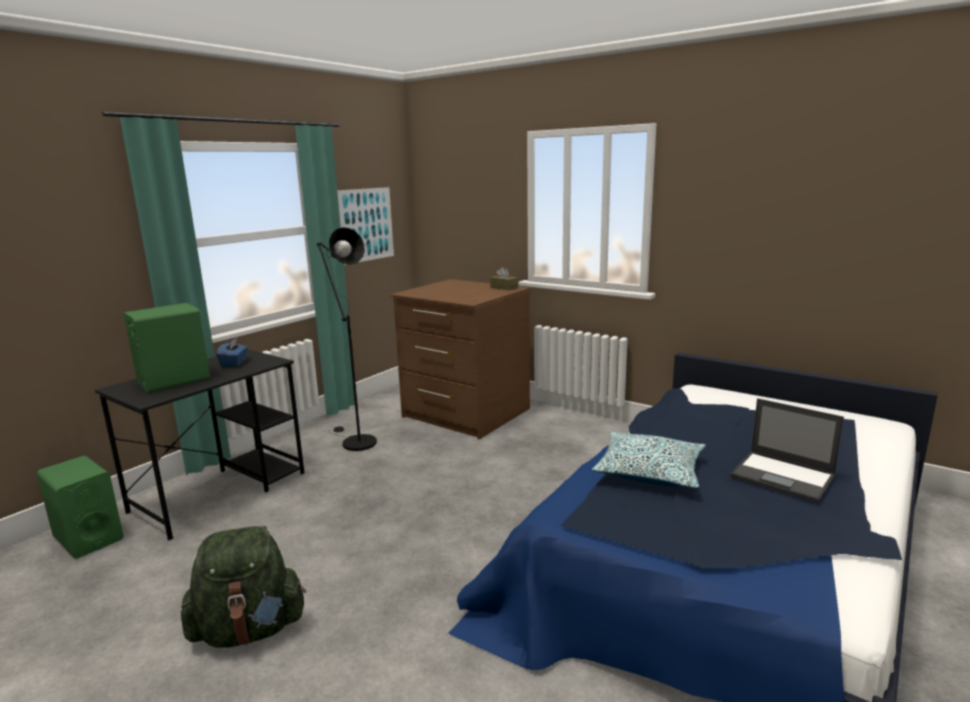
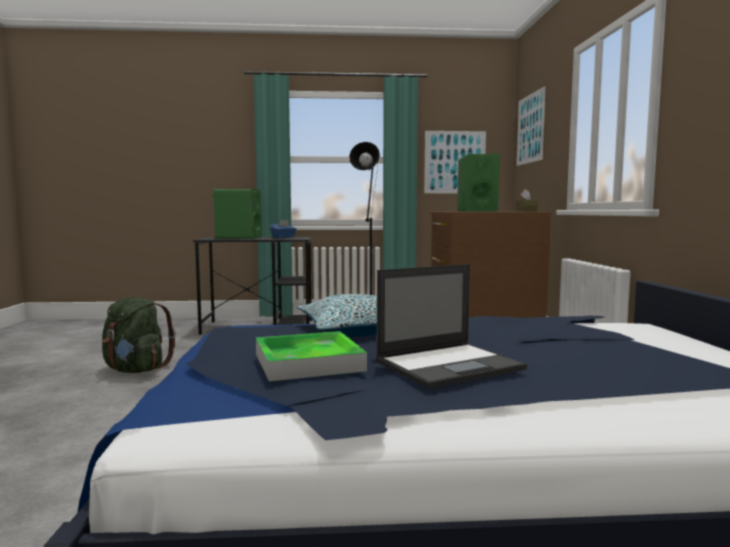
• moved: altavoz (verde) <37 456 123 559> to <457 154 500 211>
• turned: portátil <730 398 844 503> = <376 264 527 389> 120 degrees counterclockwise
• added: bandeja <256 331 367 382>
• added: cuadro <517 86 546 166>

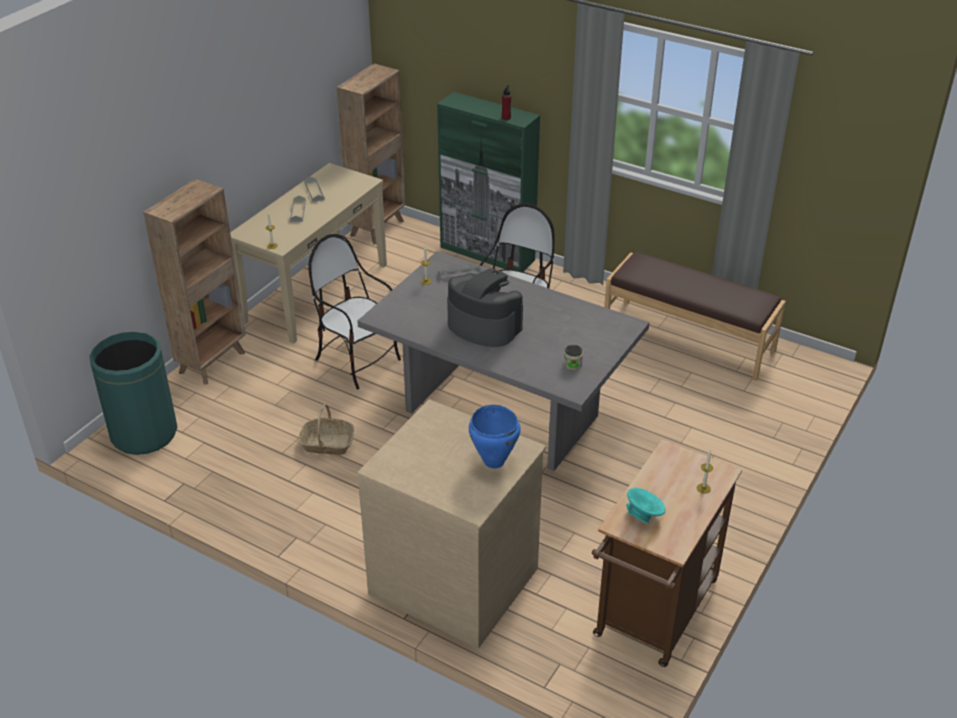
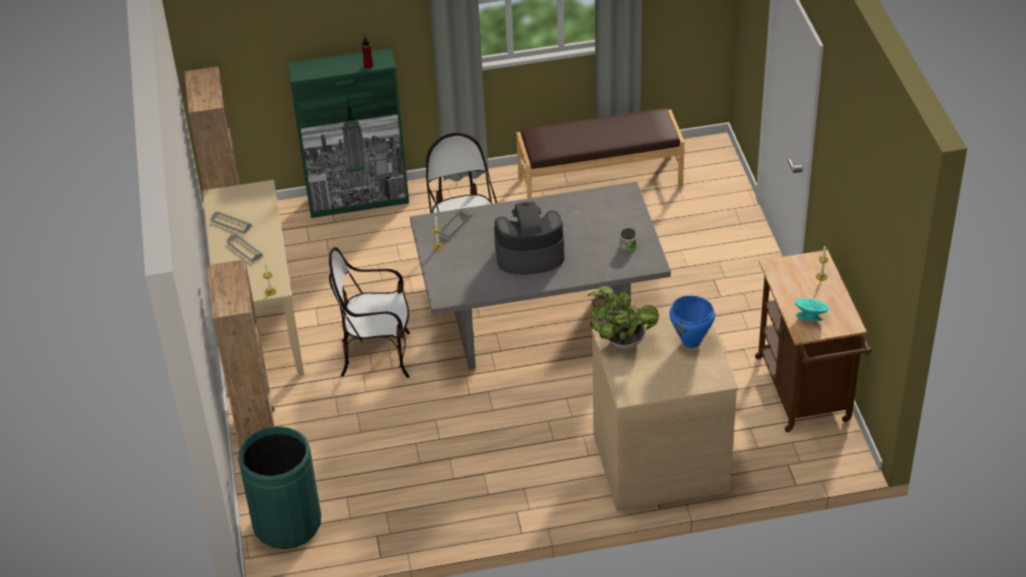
• removed: cesta <298 404 354 455>
• added: planta en maceta <586 286 659 350>

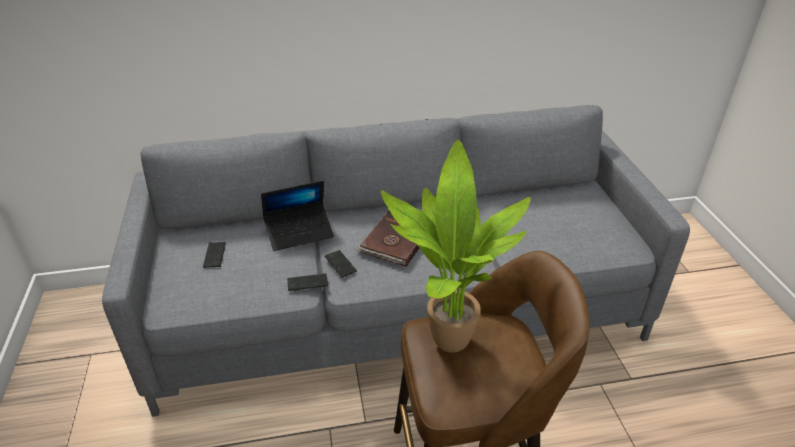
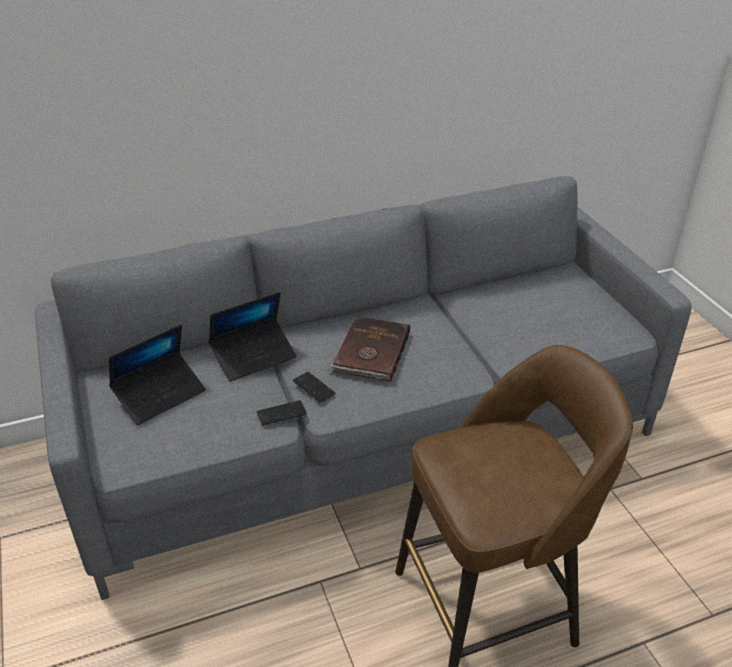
• replaced: móvil <203 242 226 268> to portátil <109 324 206 425>
• removed: planta en maceta <381 140 531 353>

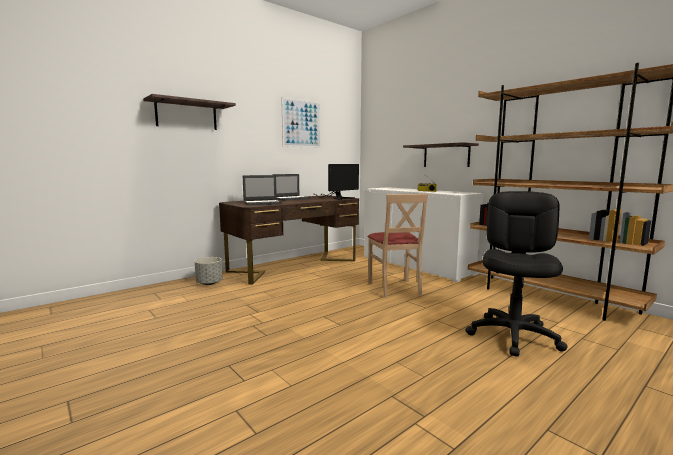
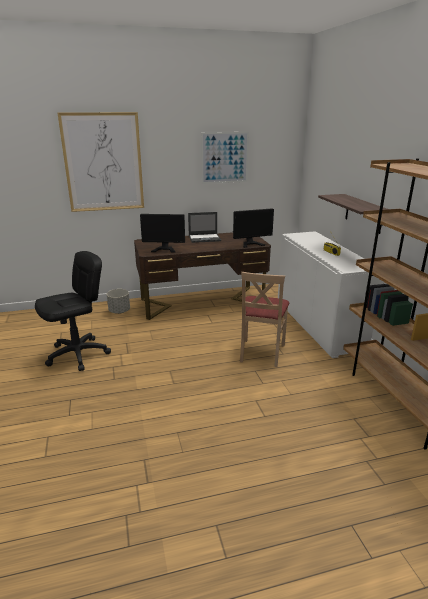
• replaced: estante <143 94 236 130> to cuadro <58 112 144 212>
• replaced: portátil <242 175 283 205> to monitor <140 214 185 253>
• moved: silla de oficina (negro) <465 191 568 357> to <35 251 111 371>

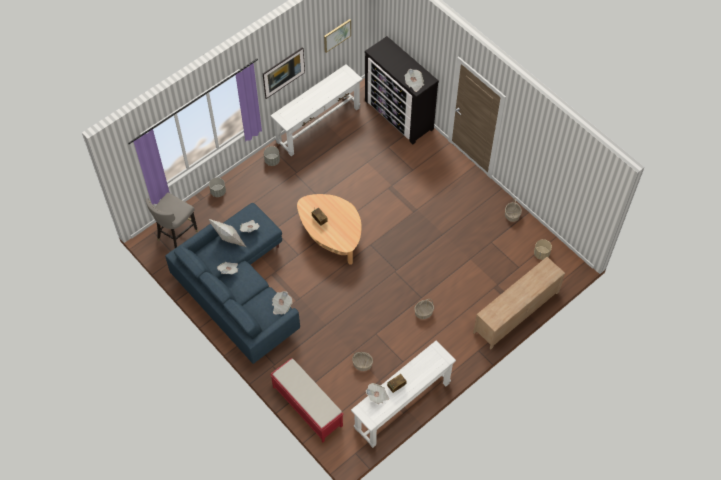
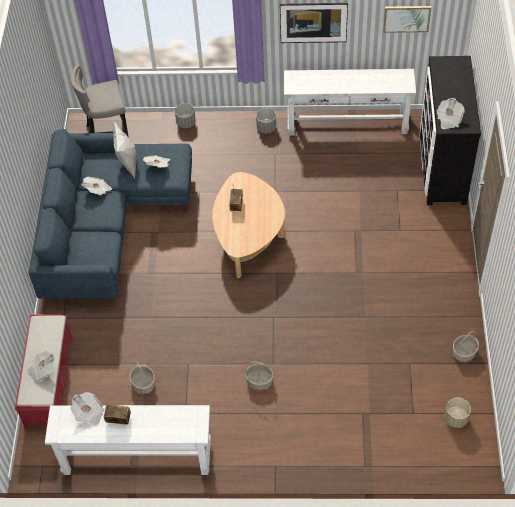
• moved: periódico <272 291 293 314> to <27 351 55 382>
• removed: mueble de televisión (beis) <473 257 565 350>

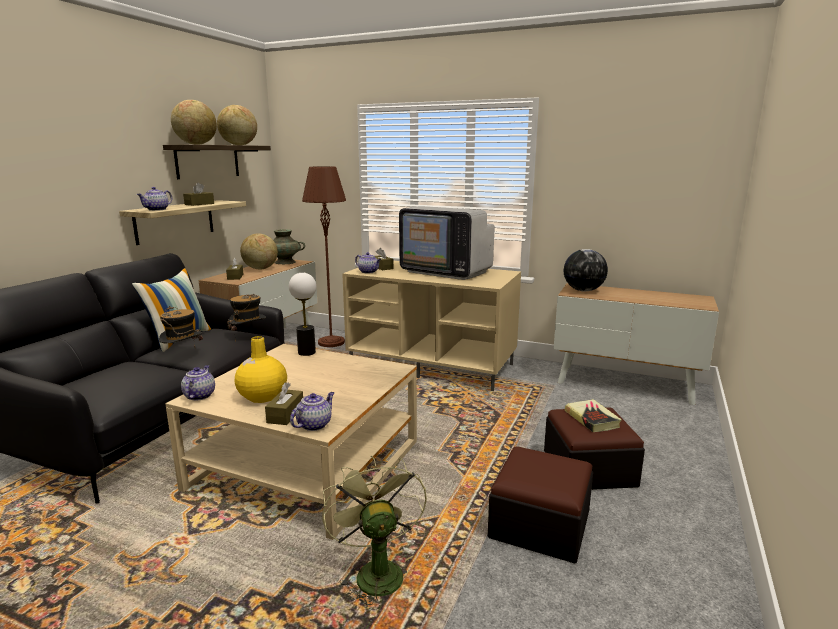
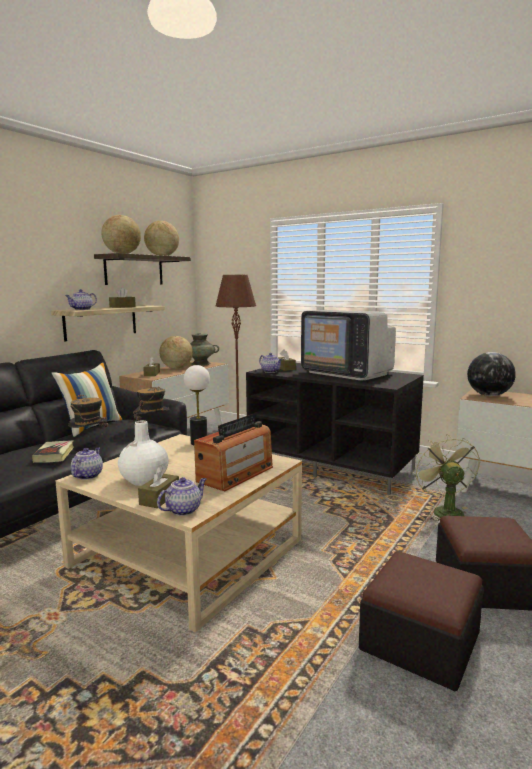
• recoloured: florero (amarillo) <235 336 287 403> to florero (blanco) <118 420 169 486>
• moved: ventilador (verde) <322 455 427 610> to <413 434 480 521>
• recoloured: mueble de televisión (beis) <342 261 521 391> to mueble de televisión (negro) <246 363 424 495>
• moved: libro <565 399 622 432> to <32 440 74 463>
• added: radio <194 414 273 491>

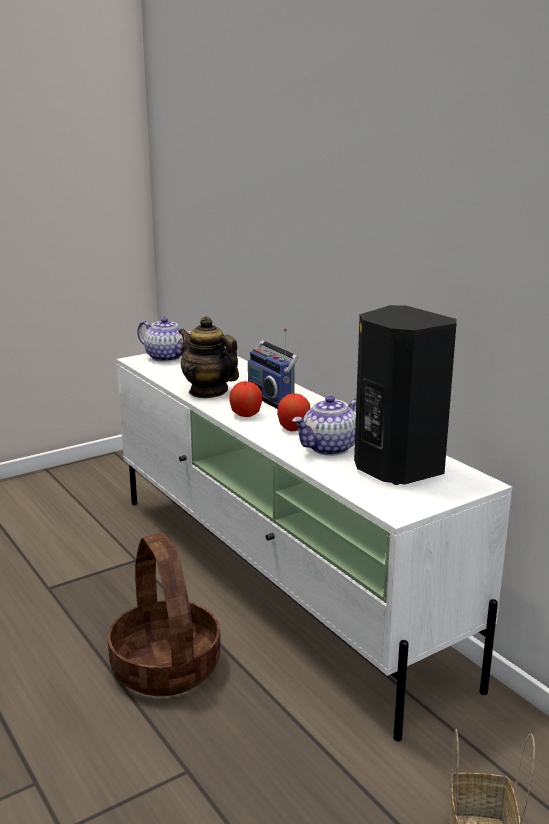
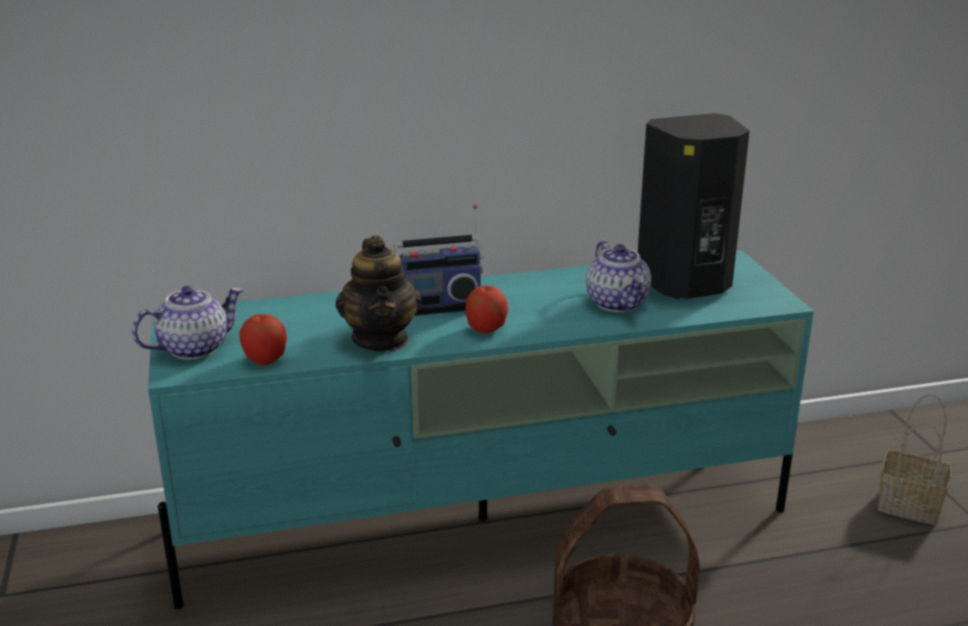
• recoloured: mueble de televisión (blanco) <117 353 512 741> to mueble de televisión (turquesa) <148 250 814 609>
• turned: tetera <179 316 239 398> = <335 235 421 352> 75 degrees counterclockwise
• moved: manzana <277 393 311 431> to <239 314 287 365>

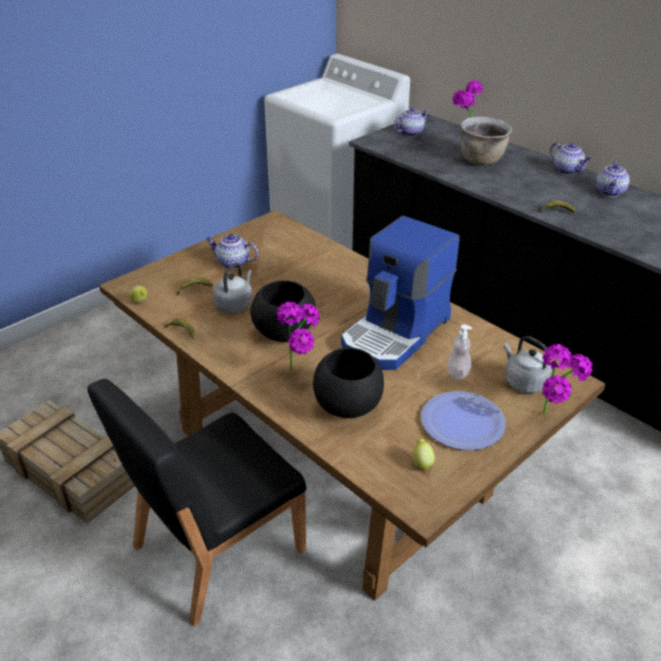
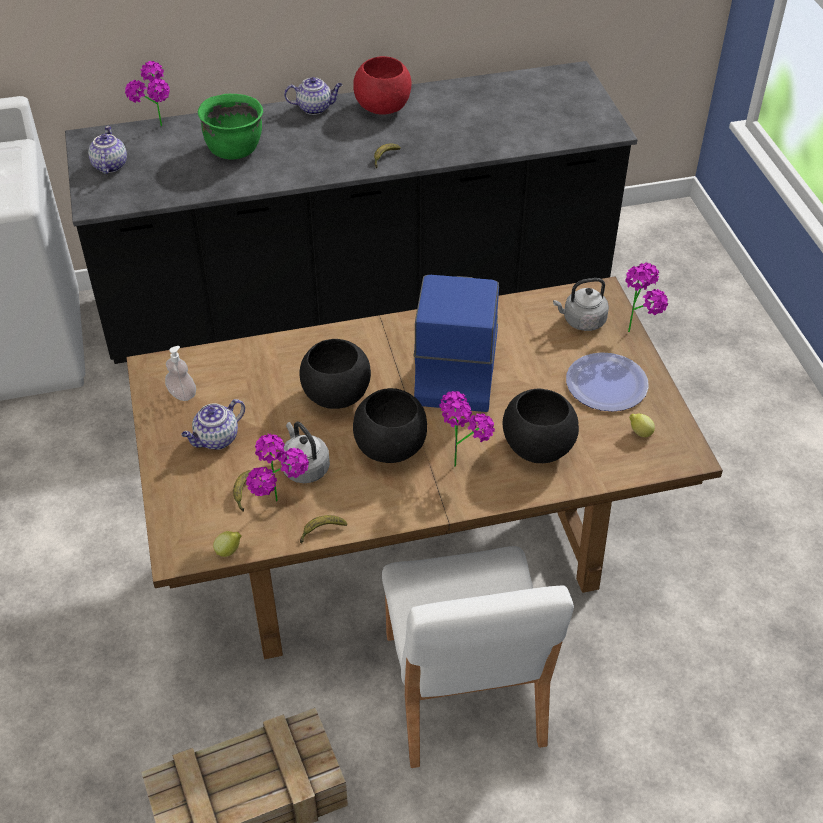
• recoloured: silla (negro) <87 379 306 627> to silla (blanco) <382 546 574 768>
• turned: cafetera <341 216 460 370> = <414 275 499 412> 150 degrees counterclockwise
• moved: dispensador de jabón <448 324 472 380> to <165 346 196 401>
• recoloured: olla (marrón) <461 117 512 166> to olla (verde) <198 94 263 160>
• replaced: tetera <596 161 629 197> to cuenco (rojo) <353 56 412 115>
• added: planta en maceta <246 434 309 502>
• added: cuenco (negro) <300 339 371 409>

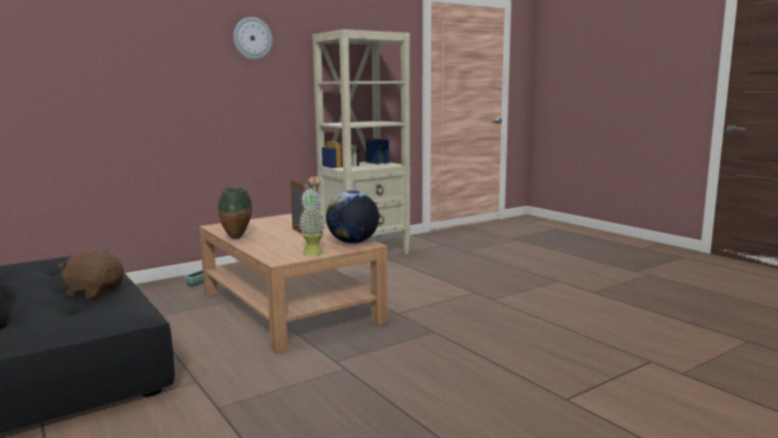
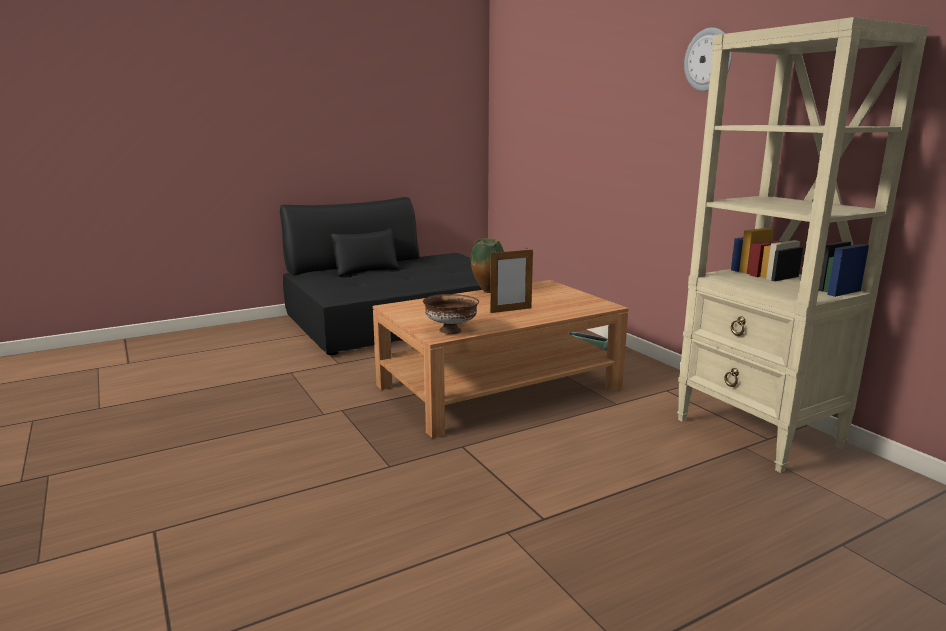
• removed: peluche (marrón) <58 252 124 299>
• removed: planta en maceta <299 177 326 255>
• replaced: globo terráqueo <326 190 379 244> to cuenco (marrón) <423 294 479 334>

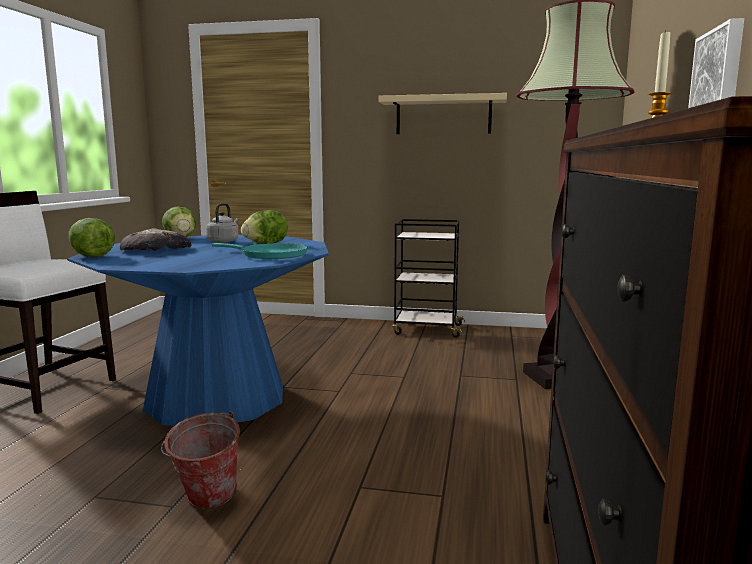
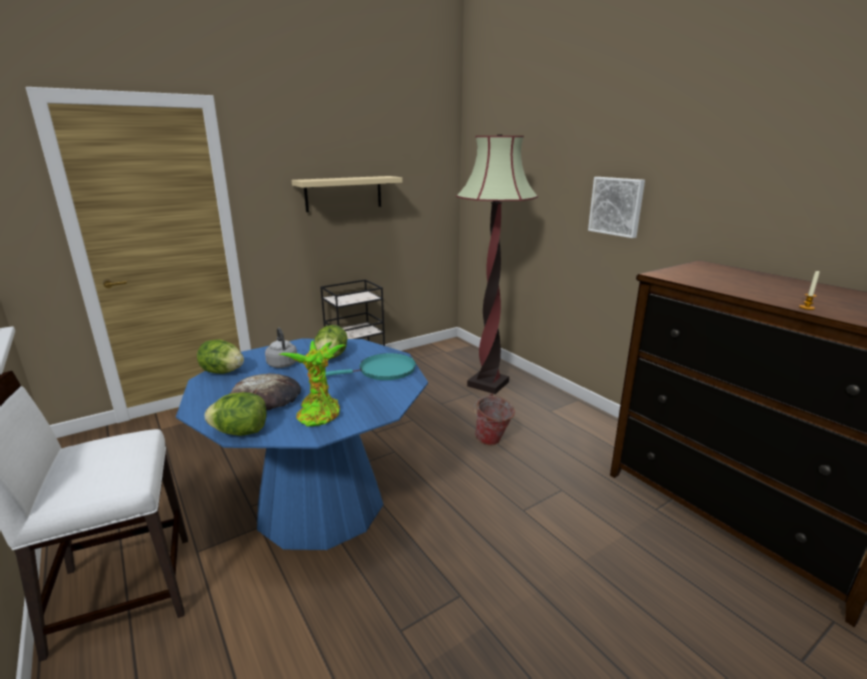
• moved: cubo <161 411 240 509> to <474 393 515 445>
• added: planta en maceta <278 340 347 426>

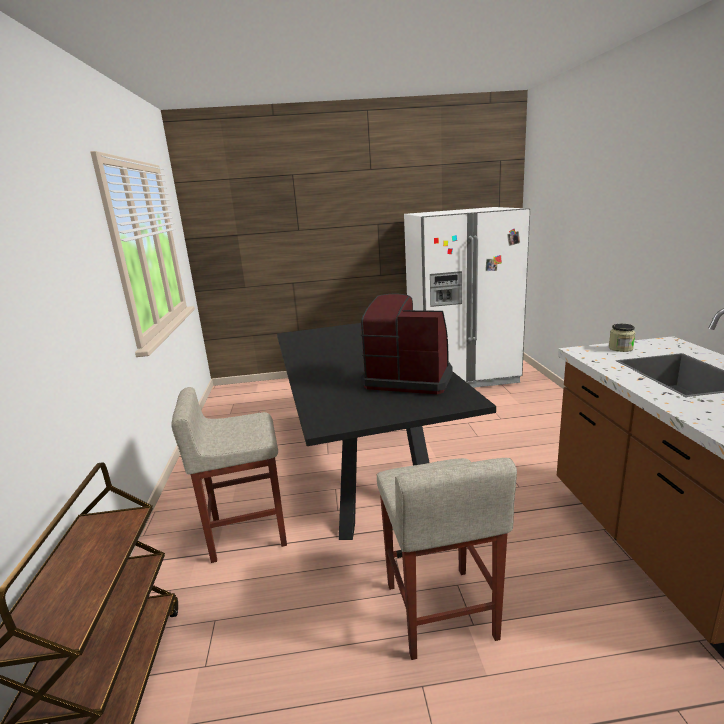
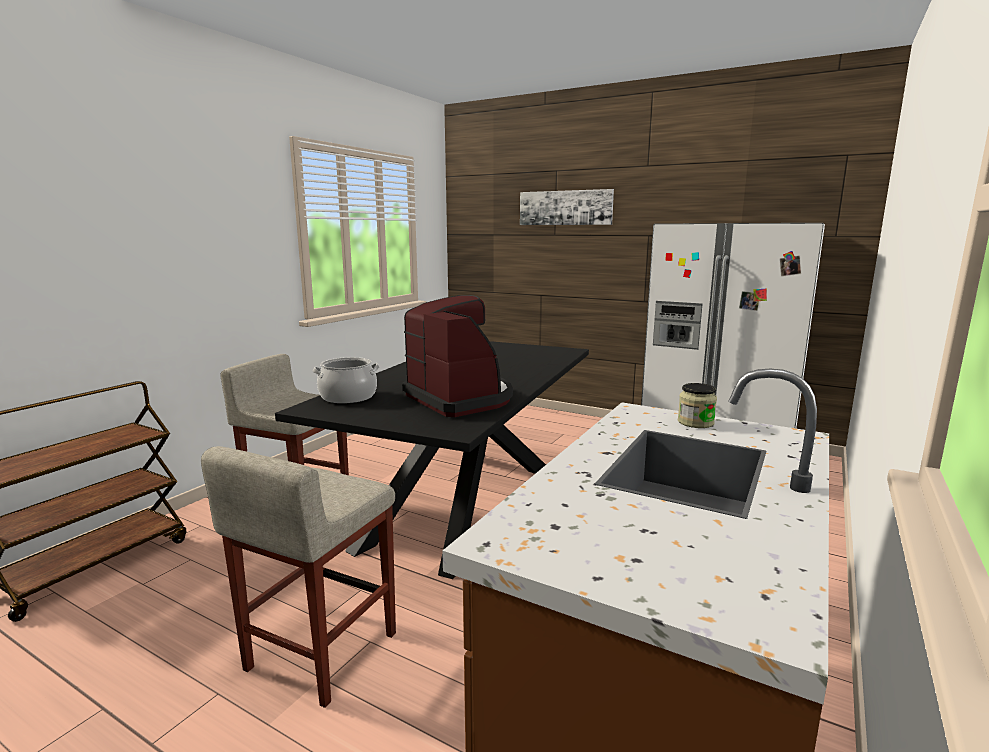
• added: olla <312 357 380 403>
• added: cuadro <520 189 614 225>

